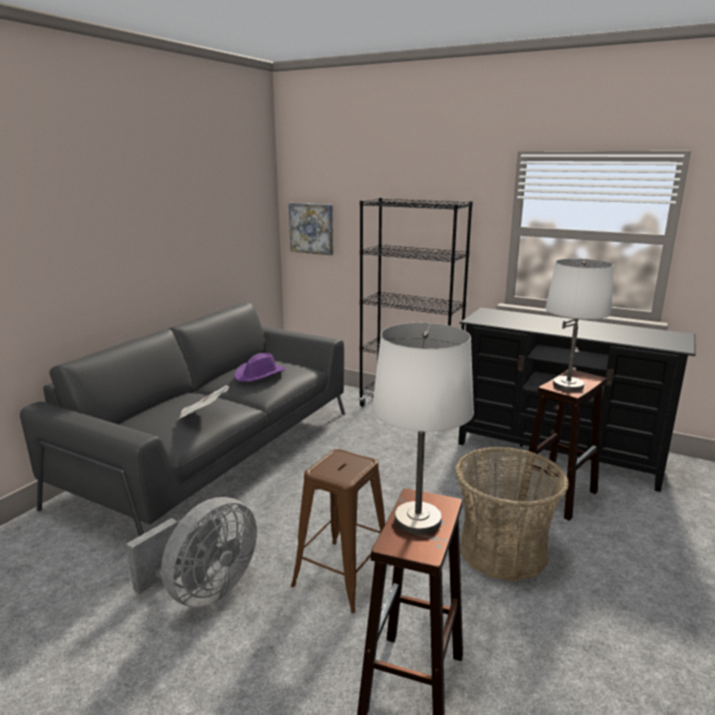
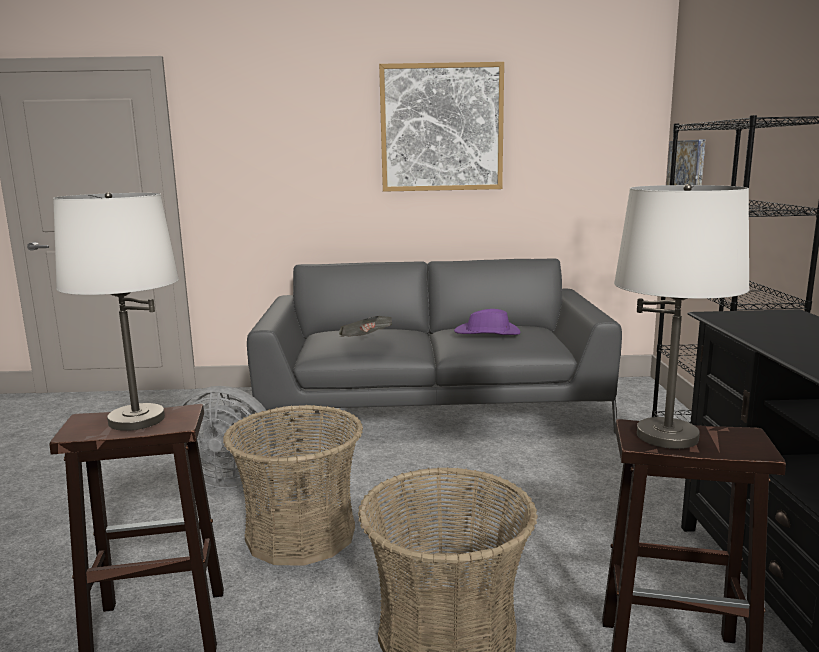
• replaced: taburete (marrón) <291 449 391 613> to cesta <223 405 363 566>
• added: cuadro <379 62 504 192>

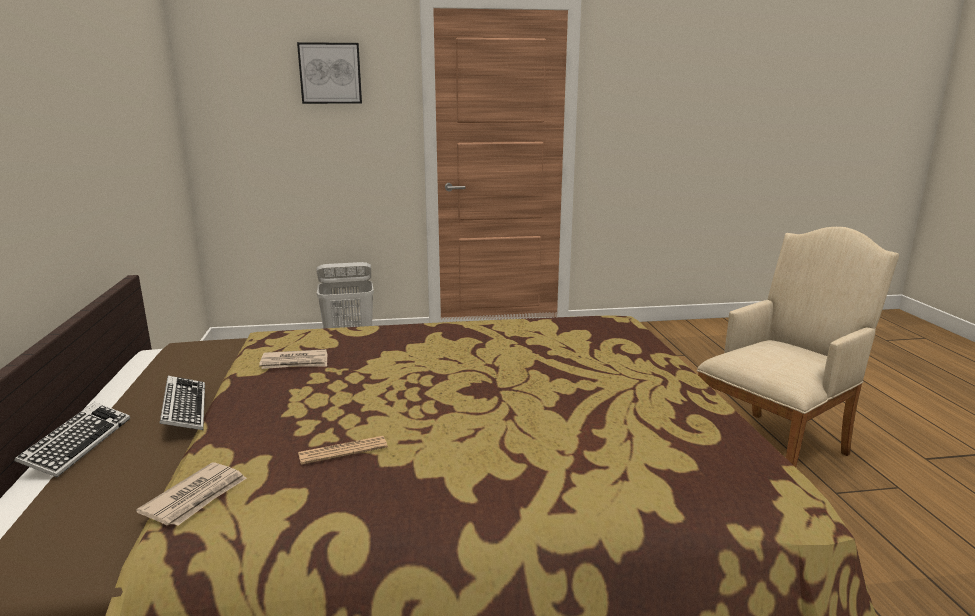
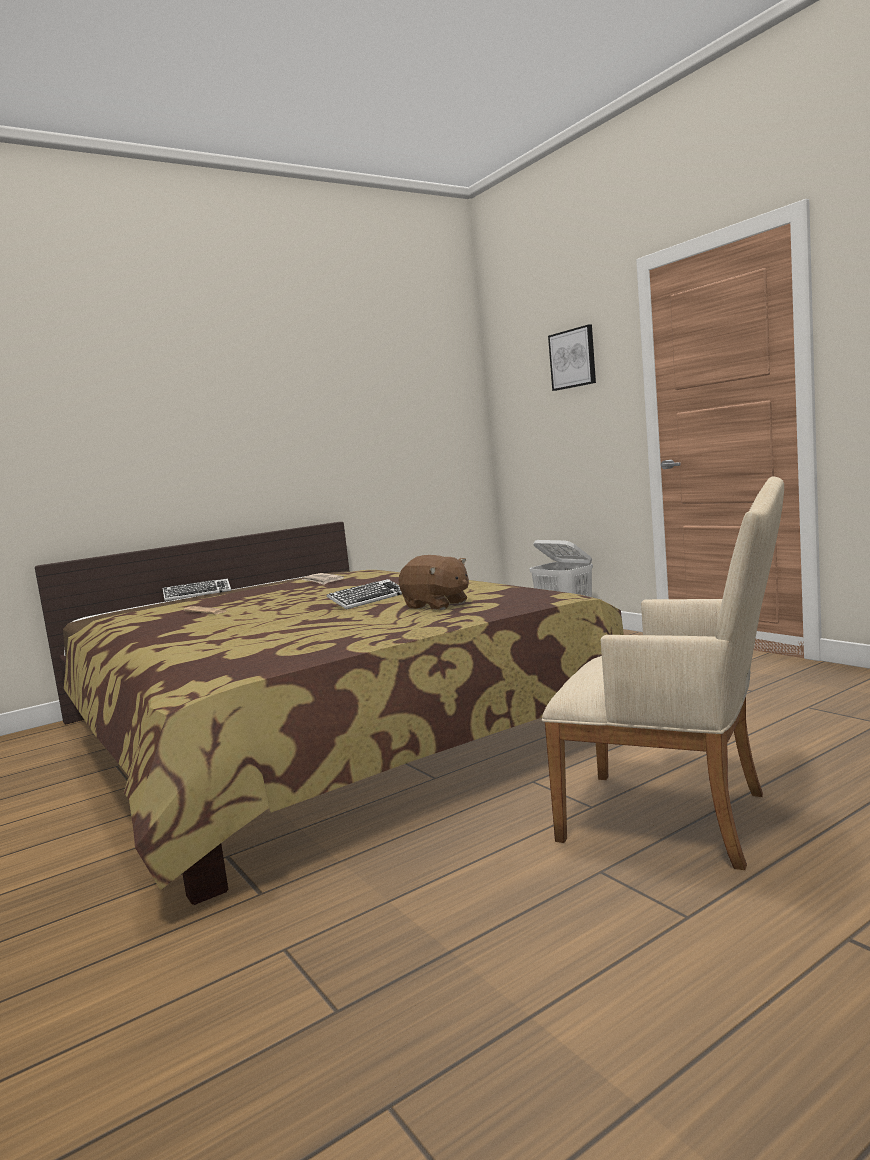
• removed: periódico <136 462 247 526>
• moved: teclado <159 376 205 430> to <327 579 402 610>
• added: peluche (marrón) <399 555 469 610>

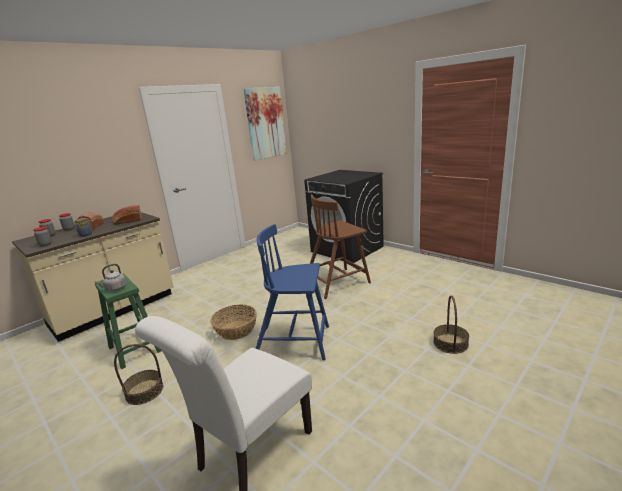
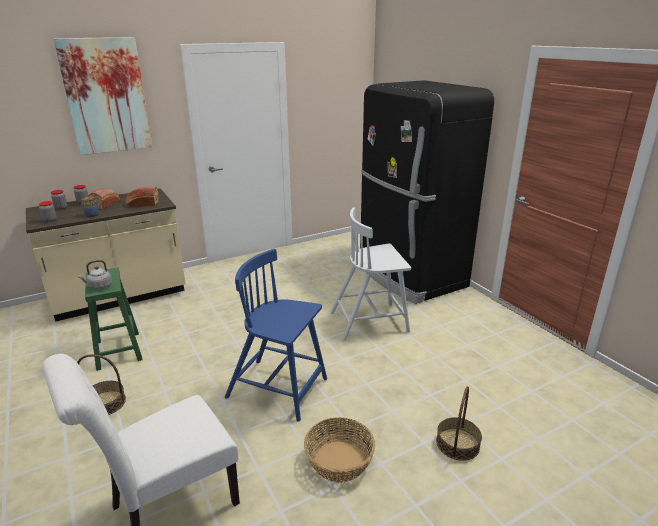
• moved: cesta <210 304 257 340> to <304 417 375 483>
• moved: cuadro <243 87 287 161> to <54 37 152 155>
• replaced: lavadora (negro) <304 170 384 263> to nevera (negro) <360 80 494 304>
• recoloured: silla (marrón) <310 194 371 299> to silla (blanco) <330 208 411 341>

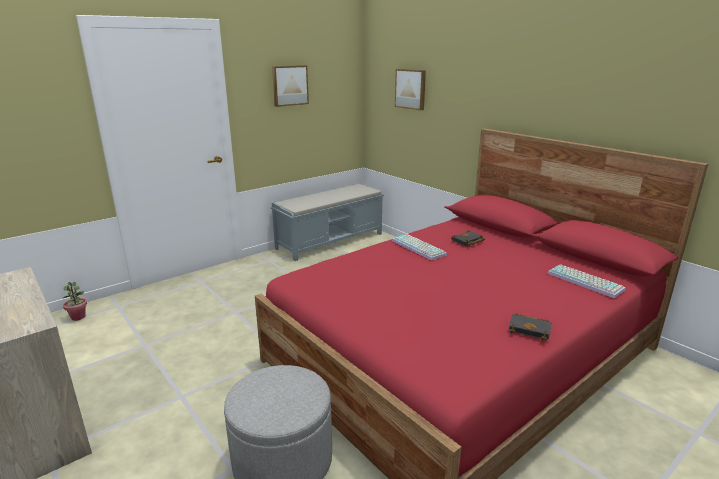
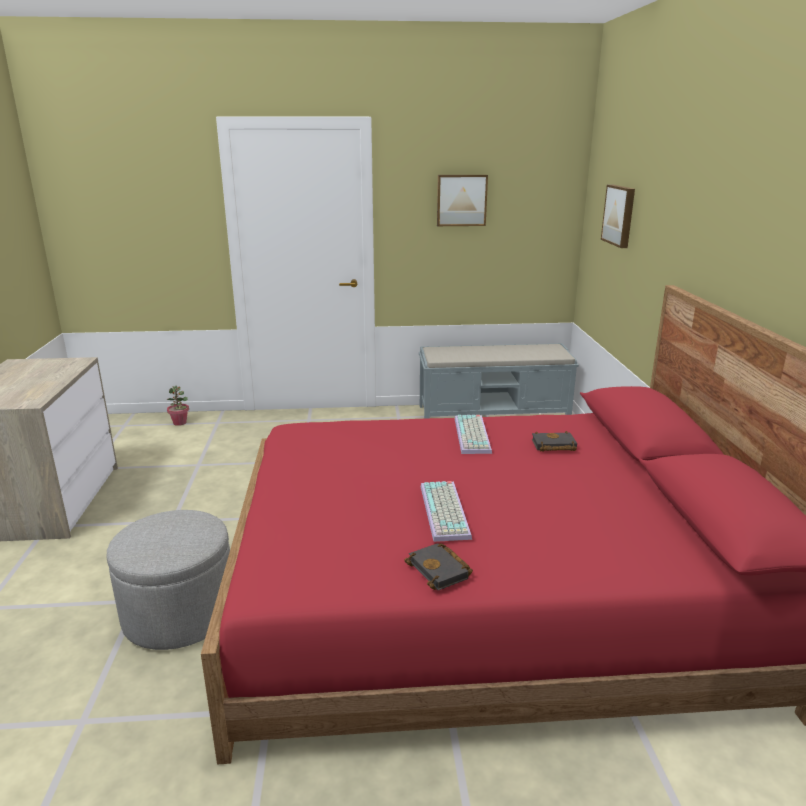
• moved: teclado <547 264 626 298> to <421 481 472 542>

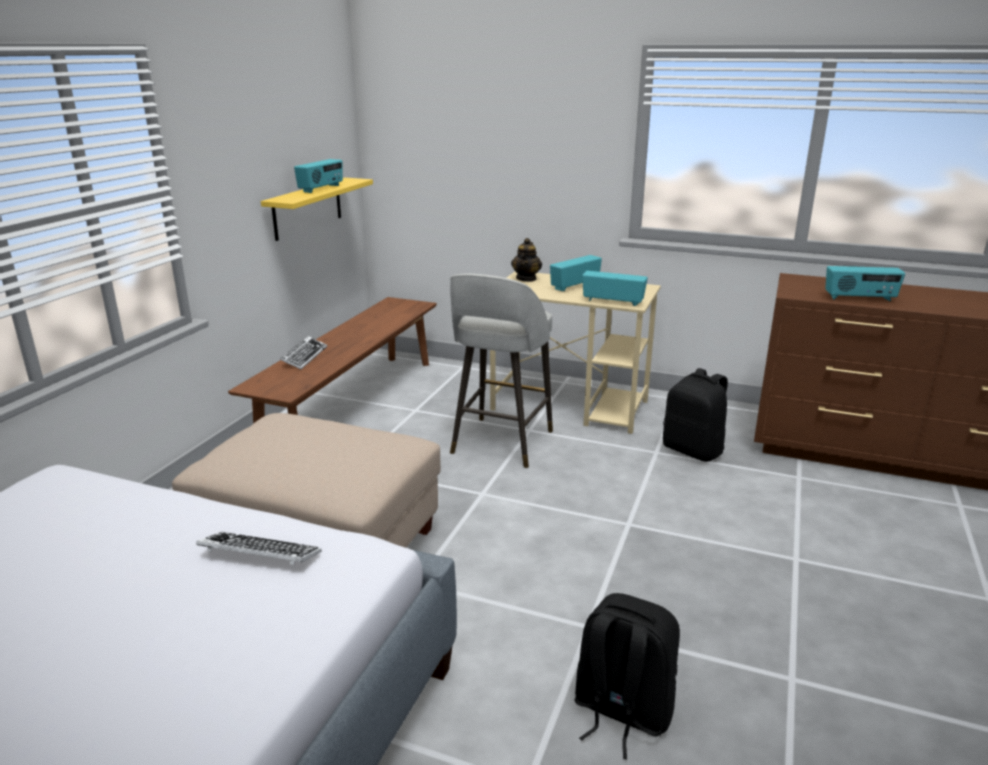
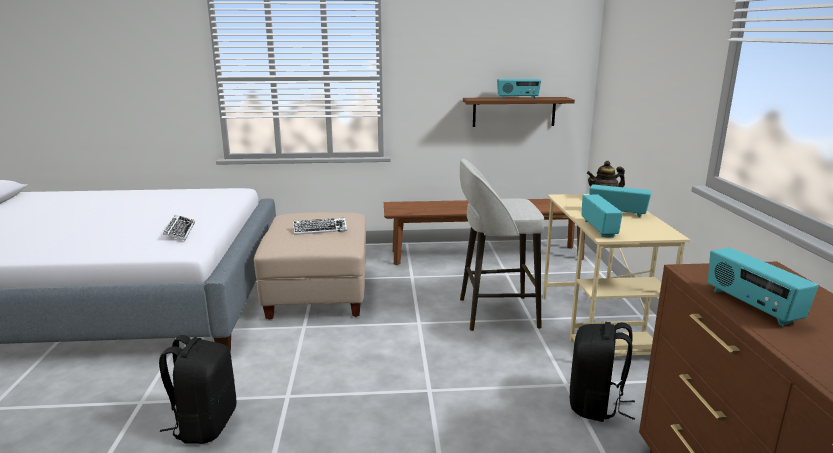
• recoloured: estante (amarillo) <261 178 373 241> to estante (marrón) <463 97 575 127>
• moved: teclado <280 336 327 369> to <293 218 347 235>

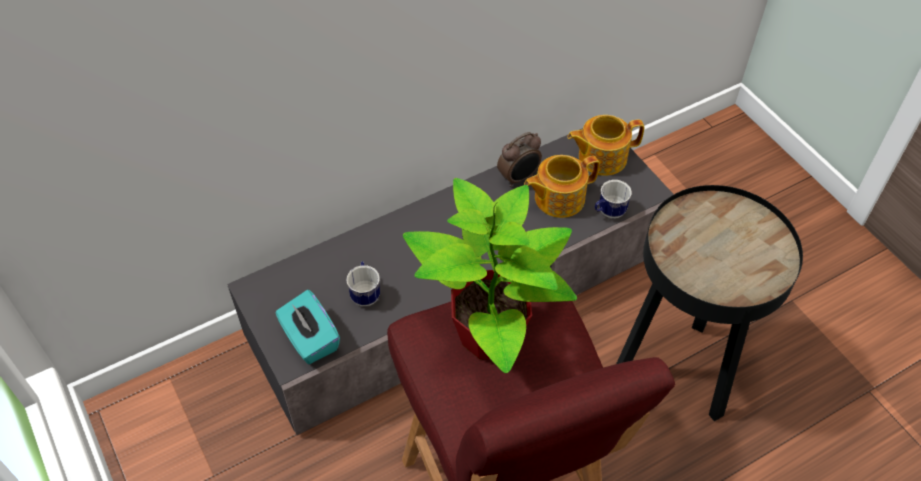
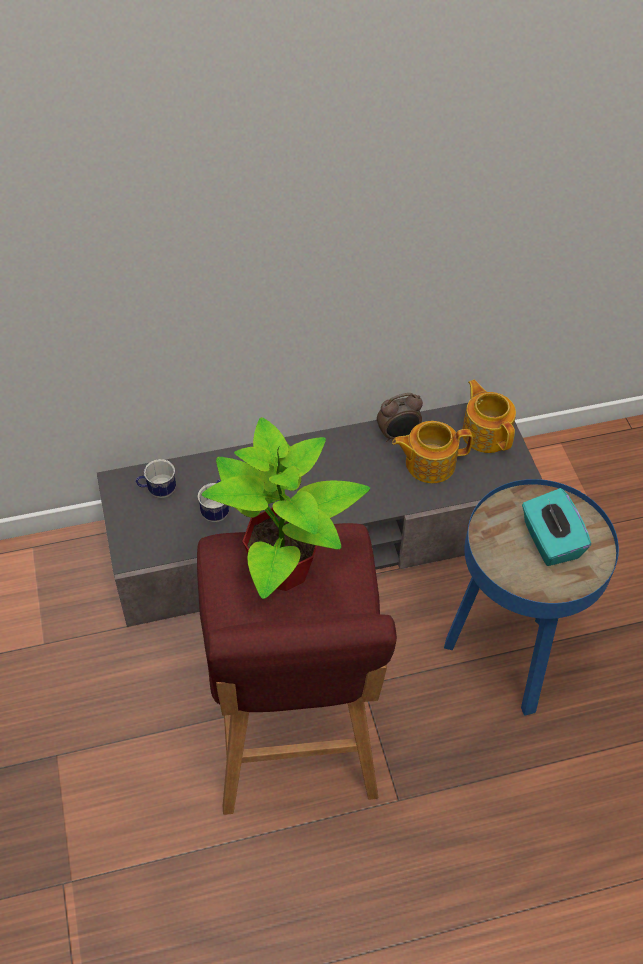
• moved: caja de pañuelos (turquesa) <275 290 340 364> to <522 488 591 566>
• turned: tetera <567 115 644 176> = <462 380 516 453> 60 degrees clockwise
• moved: taza grande <595 180 632 218> to <136 459 176 498>
• recoloured: mesa auxiliar (negro) <616 185 803 421> to mesa auxiliar (azul) <444 479 619 716>

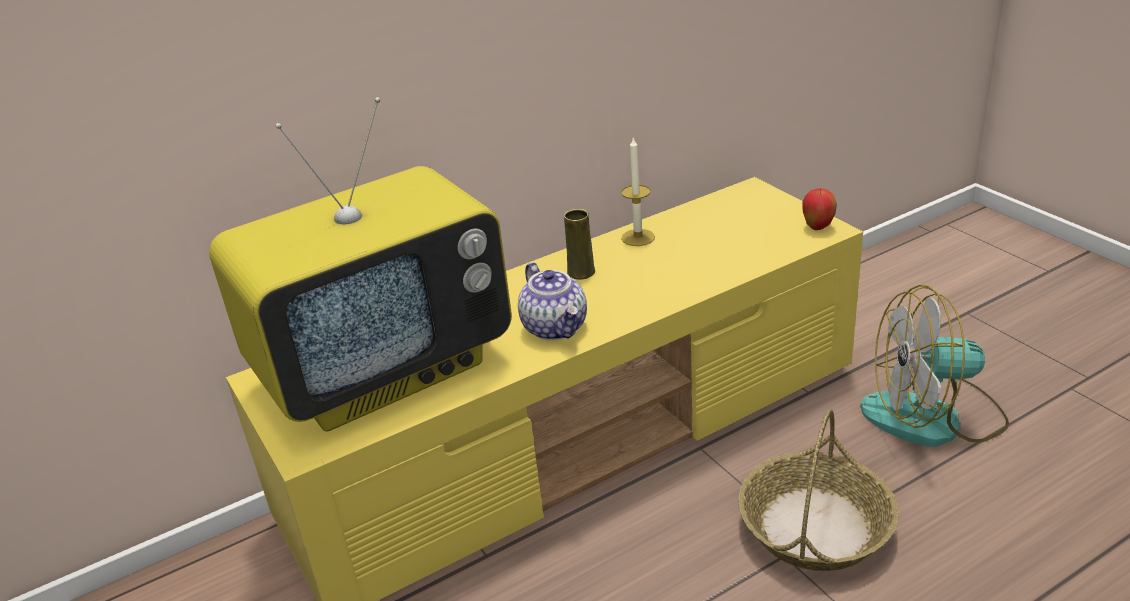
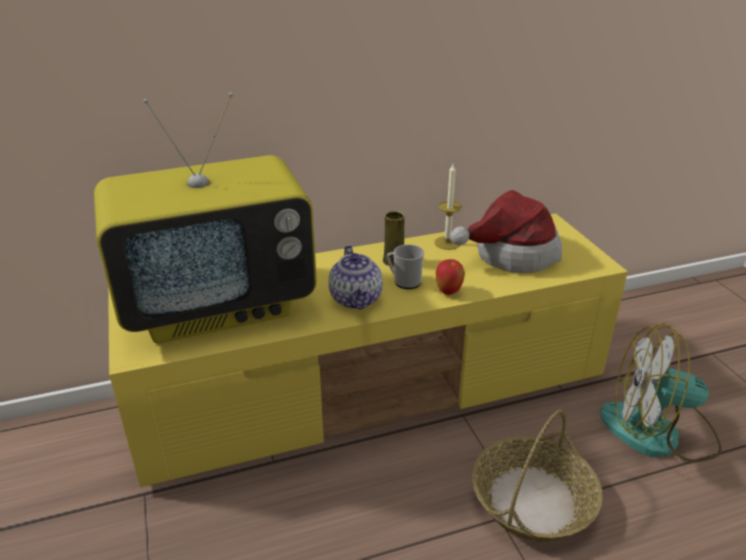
• moved: manzana <802 188 837 230> to <436 259 465 295>
• added: taza grande <386 244 424 289>
• added: sombrero <450 190 562 273>

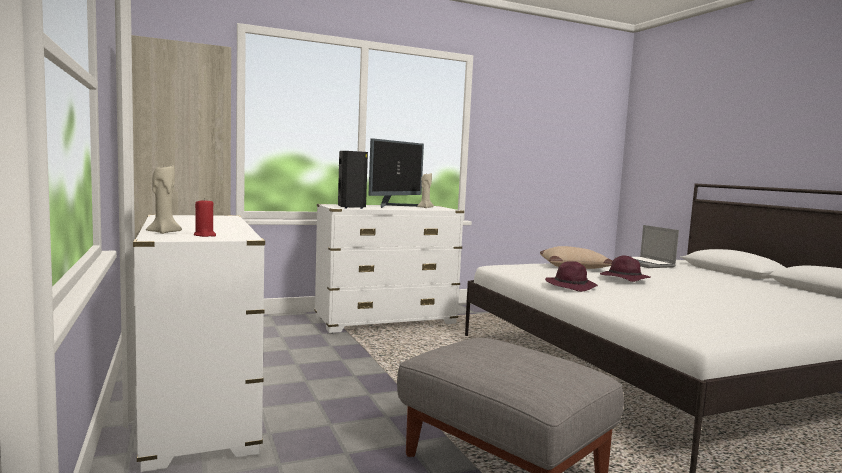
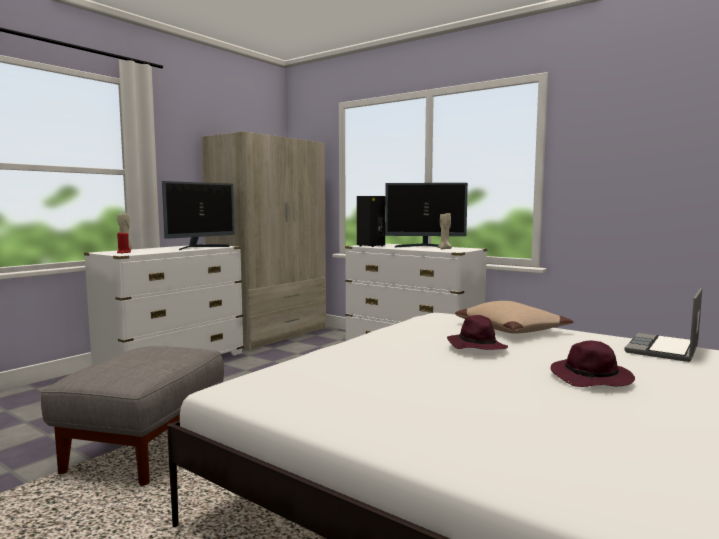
• moved: sombrero (morado) <545 261 598 292> to <550 341 635 387>
• added: monitor <162 181 235 250>

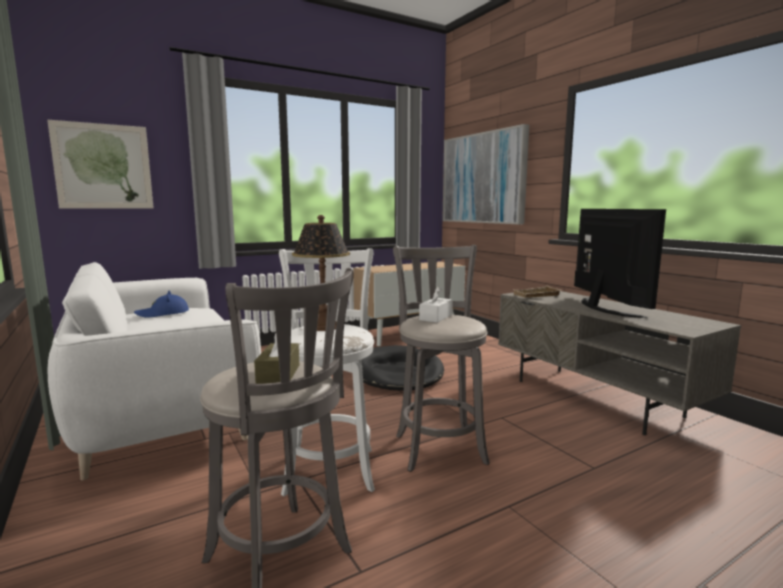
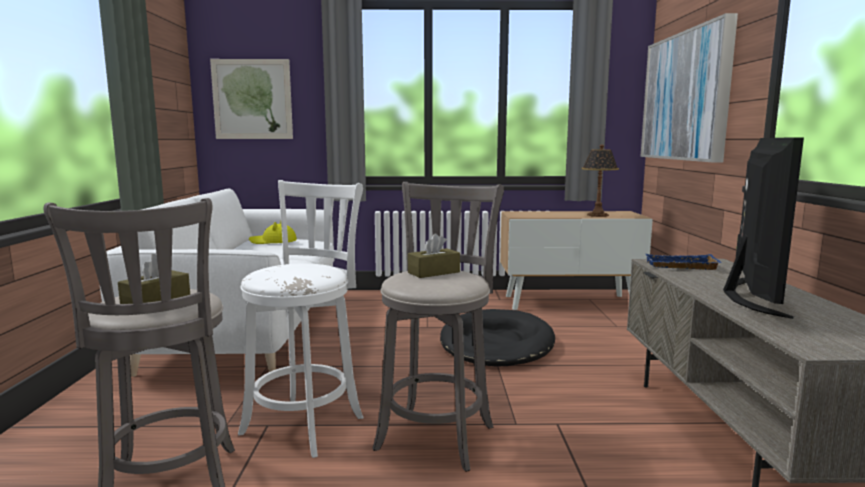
• recoloured: sombrero (azul) <134 290 189 318> to sombrero (amarillo) <249 221 297 244>
• moved: lámpara de mesa <292 215 350 331> to <582 145 619 217>
• recoloured: caja de pañuelos (blanco) <419 286 453 323> to caja de pañuelos (marrón) <408 234 460 278>
• recoloured: bandeja (beis) <512 286 562 298> to bandeja (azul) <646 254 721 270>

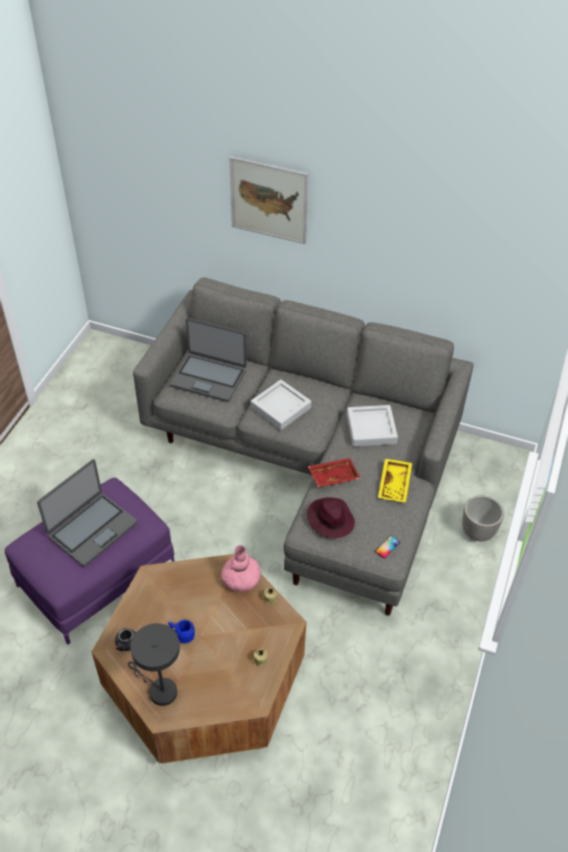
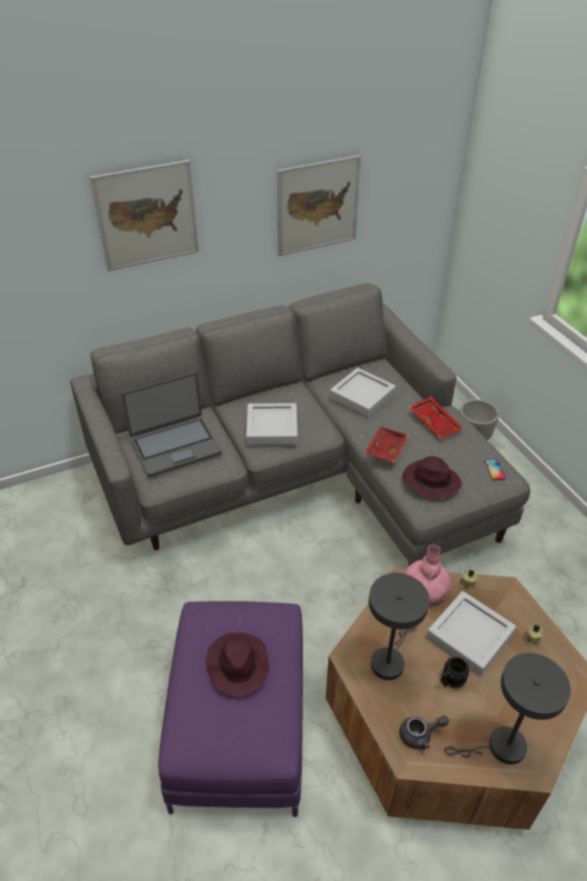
• replaced: portátil <37 459 137 567> to sombrero (morado) <206 633 269 696>
• recoloured: taza grande (azul) <168 620 195 644> to taza grande (negro) <441 656 470 688>
• recoloured: bandeja (amarillo) <378 459 412 502> to bandeja (rojo) <409 397 463 439>
• added: cuadro <277 155 361 256>
• added: lámpara de mesa (gris) <369 573 430 680>
• added: bandeja (gris) <426 591 516 676>

